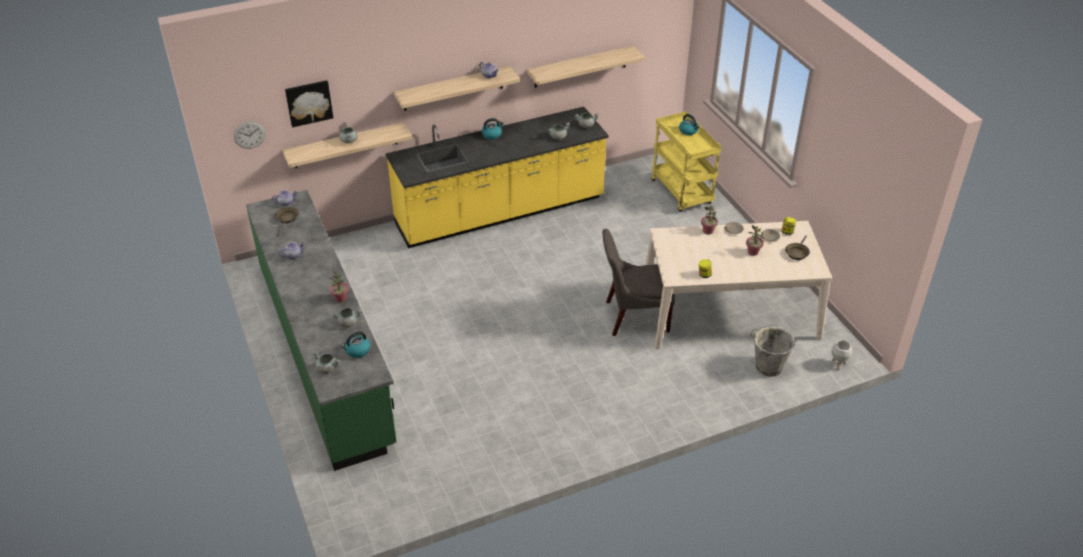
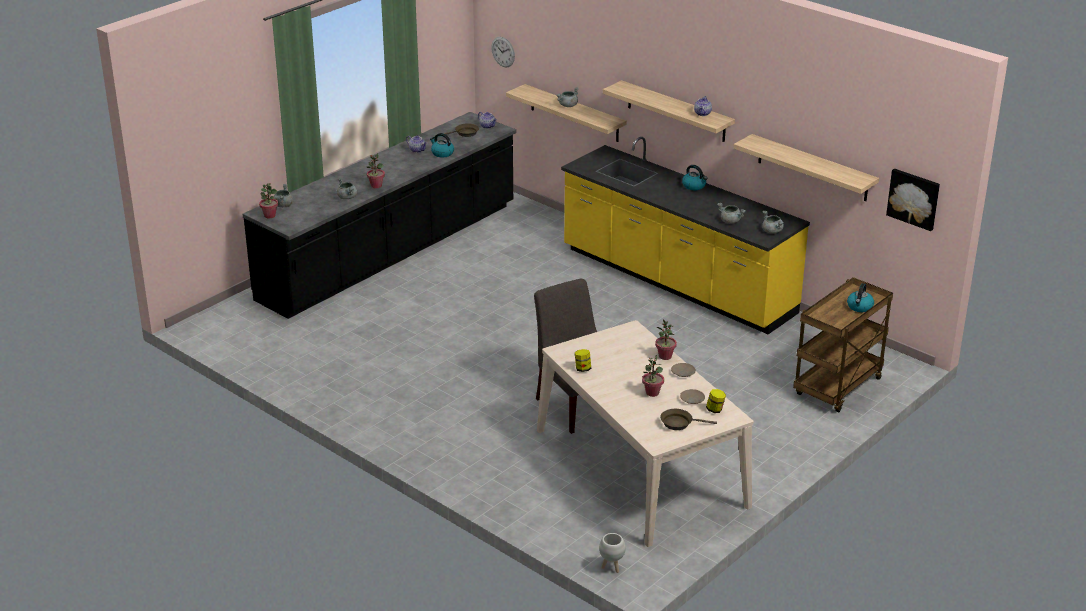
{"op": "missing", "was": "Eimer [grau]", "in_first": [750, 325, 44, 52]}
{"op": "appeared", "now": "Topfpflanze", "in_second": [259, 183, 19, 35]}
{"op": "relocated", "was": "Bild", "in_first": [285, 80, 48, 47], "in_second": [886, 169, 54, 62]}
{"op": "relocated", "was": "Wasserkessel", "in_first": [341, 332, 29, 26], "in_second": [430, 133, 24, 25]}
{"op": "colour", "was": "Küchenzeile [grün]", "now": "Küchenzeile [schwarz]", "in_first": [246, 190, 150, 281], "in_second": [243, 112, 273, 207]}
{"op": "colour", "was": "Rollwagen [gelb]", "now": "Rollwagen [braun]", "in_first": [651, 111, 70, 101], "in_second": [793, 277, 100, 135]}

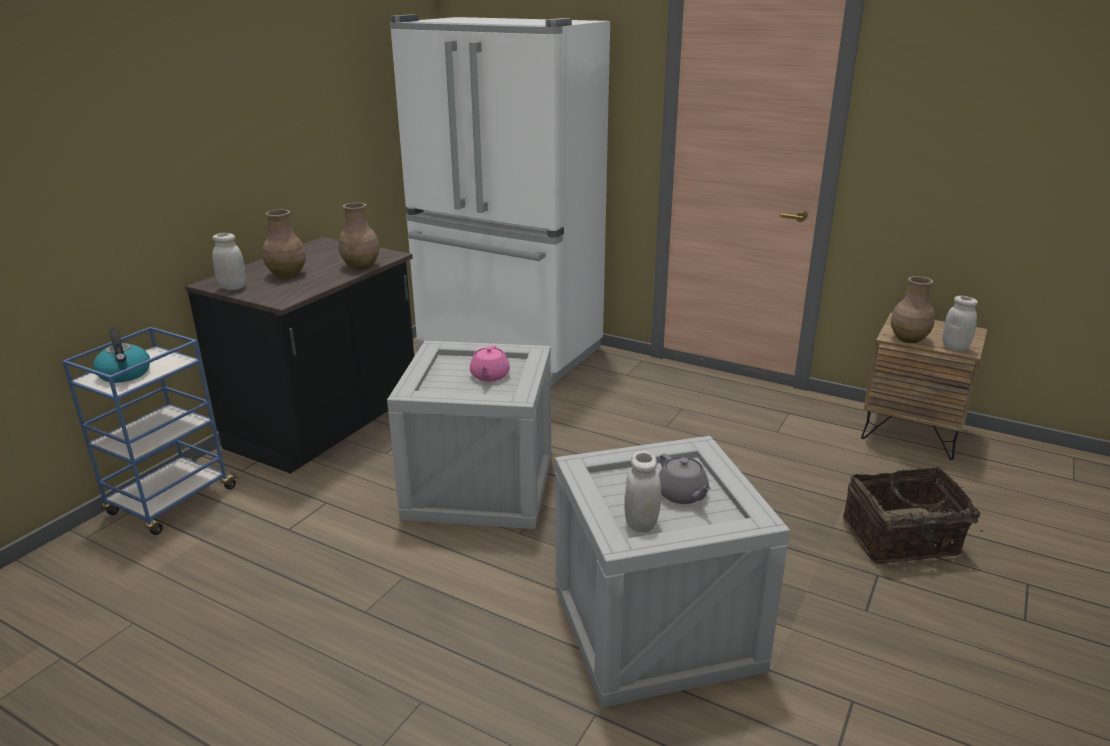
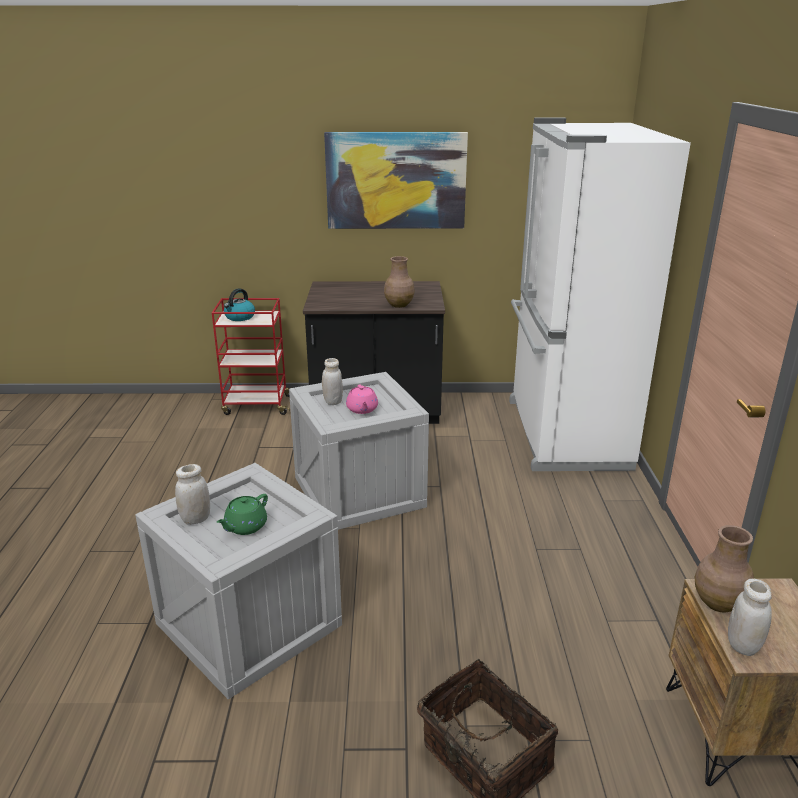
{"op": "missing", "was": "Vase [braun]", "in_first": [263, 209, 43, 69]}
{"op": "appeared", "now": "Bild", "in_second": [324, 132, 144, 97]}
{"op": "relocated", "was": "Vorratsglas [weiß]", "in_first": [212, 233, 34, 57], "in_second": [322, 358, 21, 47]}
{"op": "colour", "was": "Rollwagen [blau]", "now": "Rollwagen [rot]", "in_first": [62, 327, 178, 208], "in_second": [212, 298, 78, 117]}
{"op": "colour", "was": "Teekanne [grau]", "now": "Teekanne [grün]", "in_first": [659, 454, 52, 50], "in_second": [217, 494, 51, 41]}
{"op": "spun", "was": "Teekanne [rosa]", "in_first": [470, 345, 40, 37], "in_second": [346, 384, 32, 30], "clockwise": -75}

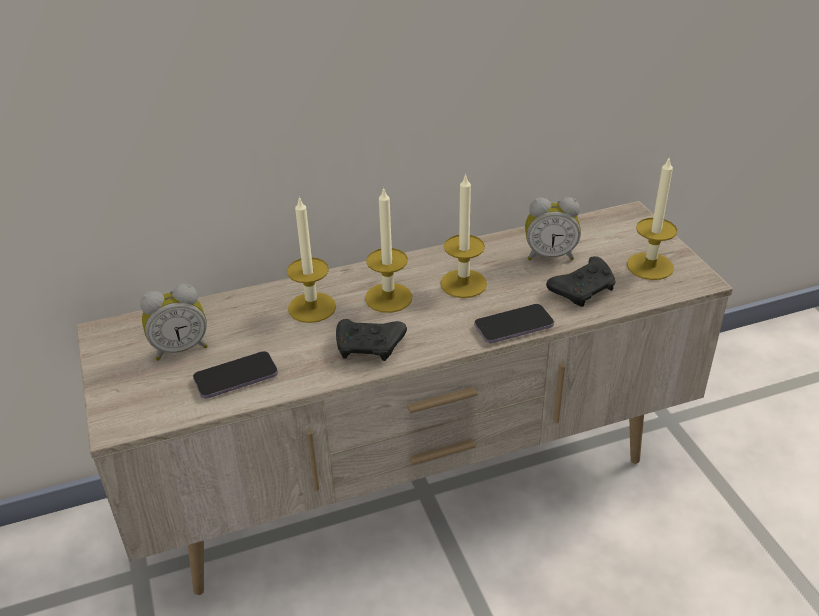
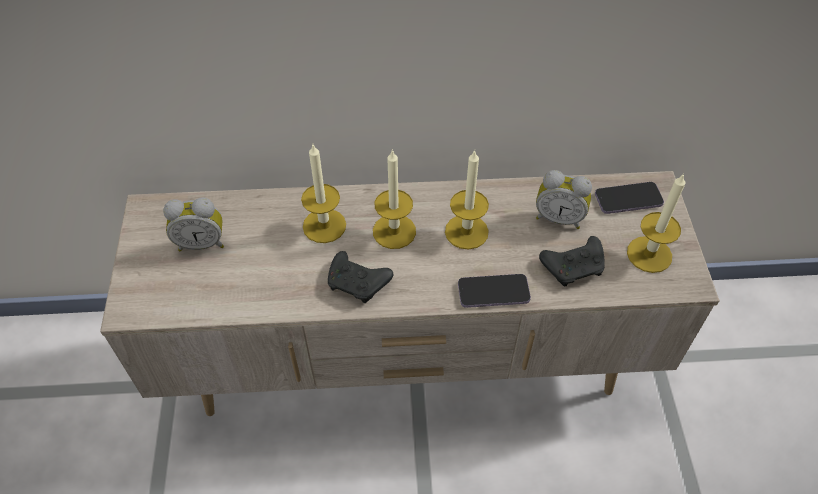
{"op": "relocated", "was": "Handy", "in_first": [193, 351, 85, 48], "in_second": [595, 182, 69, 32]}

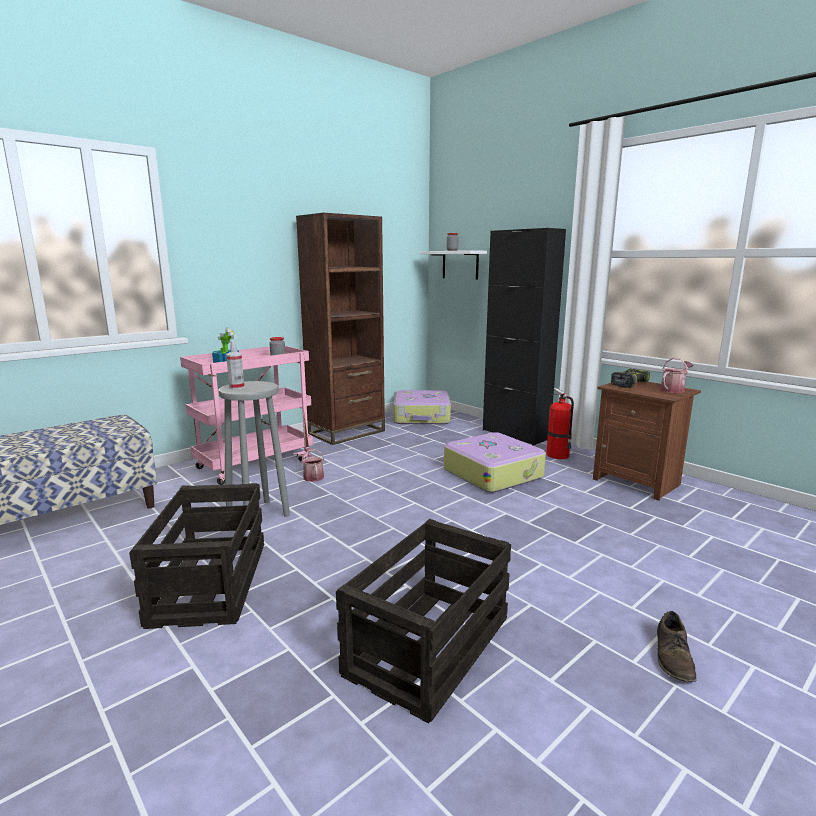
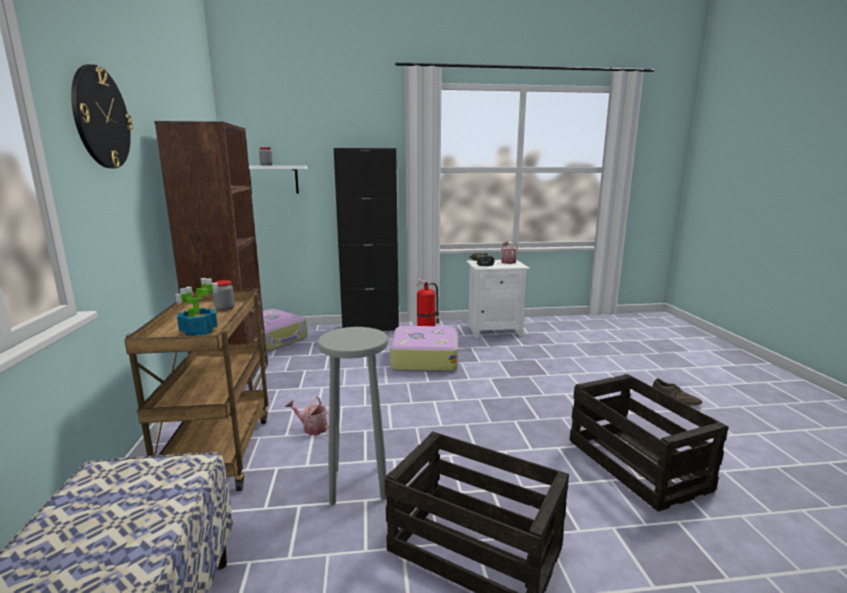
{"op": "missing", "was": "Sprühflasche", "in_first": [226, 341, 18, 49]}
{"op": "appeared", "now": "Wanduhr", "in_second": [71, 64, 62, 104]}
{"op": "colour", "was": "Rollwagen [rosa]", "now": "Rollwagen [braun]", "in_first": [180, 346, 133, 139], "in_second": [124, 291, 144, 200]}
{"op": "colour", "was": "Nachttisch [braun]", "now": "Nachttisch [weiß]", "in_first": [593, 381, 108, 120], "in_second": [466, 260, 64, 78]}

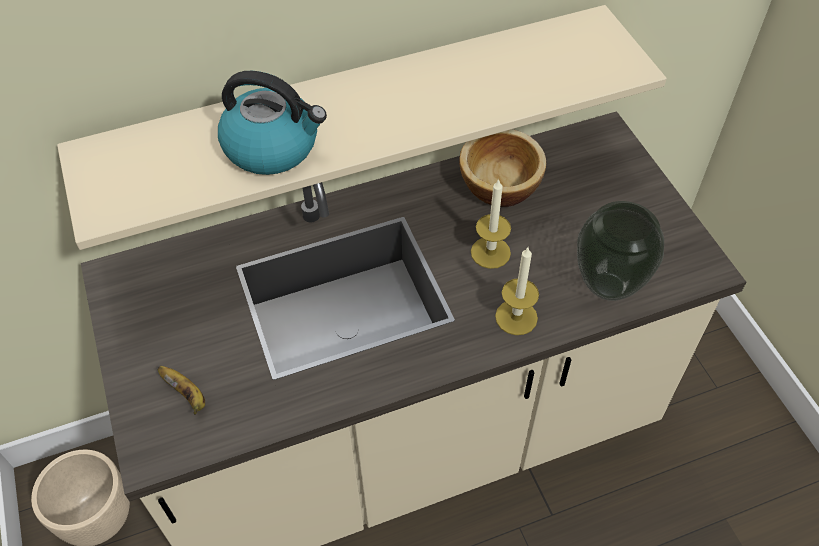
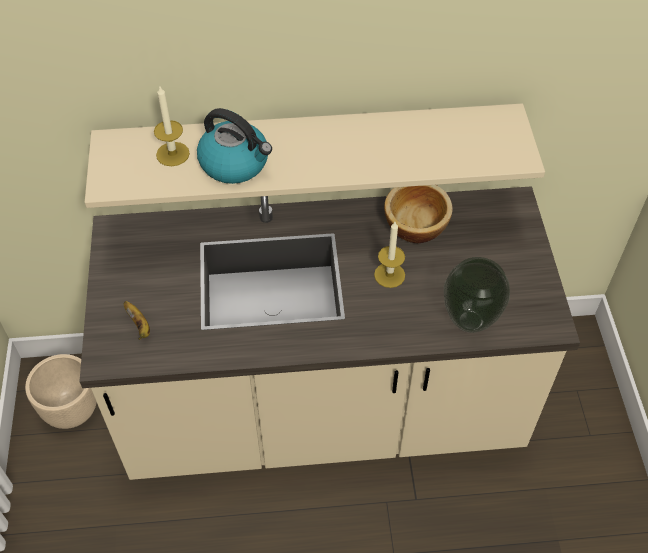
{"op": "relocated", "was": "Kerze", "in_first": [495, 247, 44, 88], "in_second": [154, 86, 36, 80]}

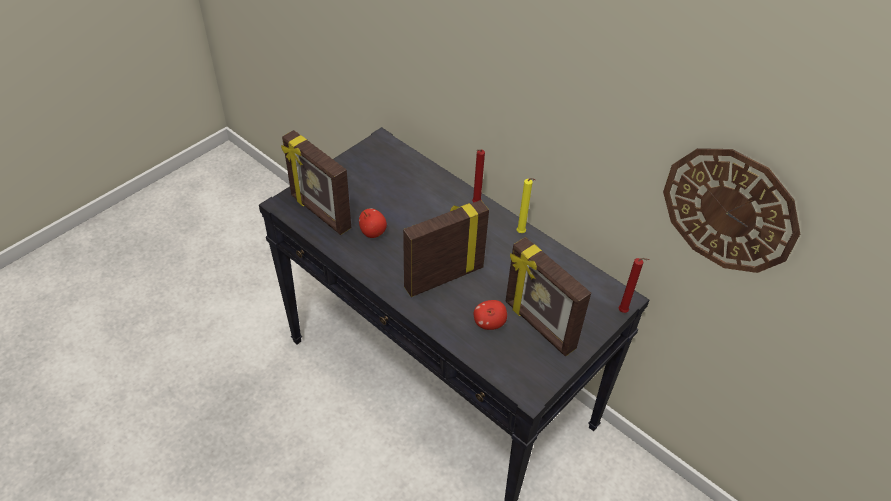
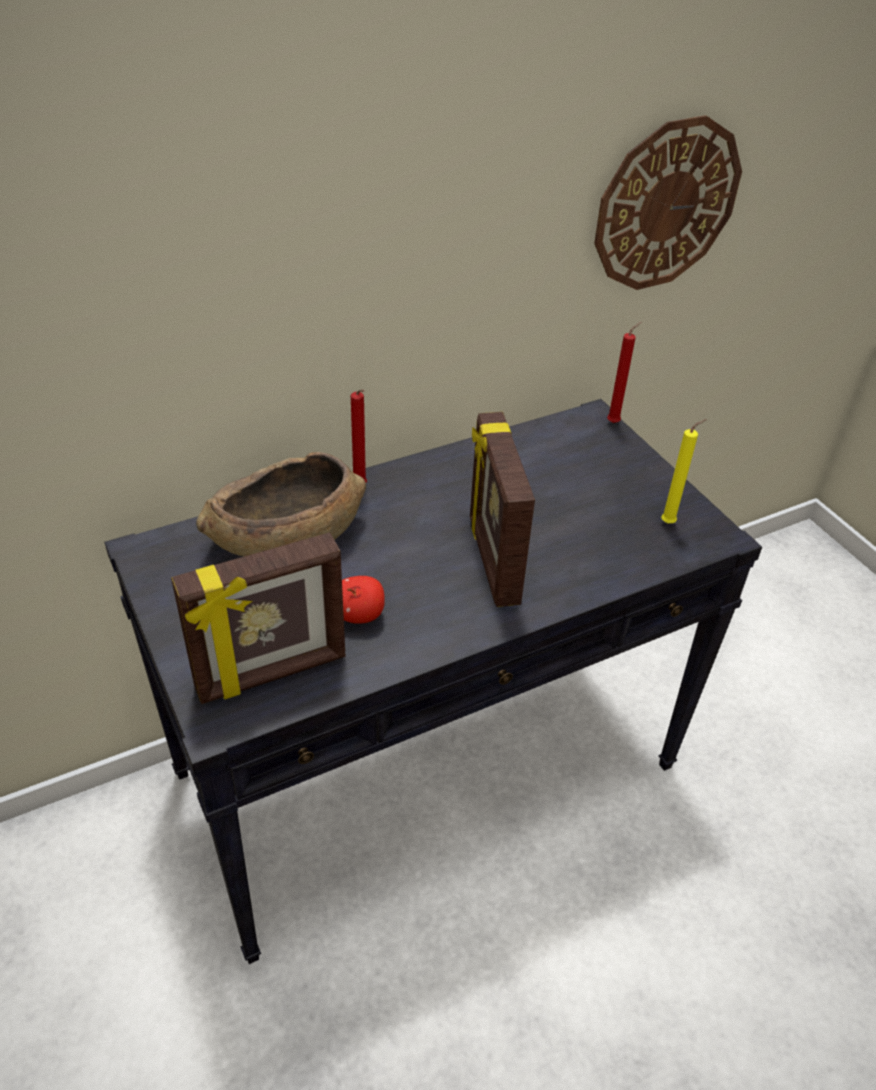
{"op": "missing", "was": "Apfel", "in_first": [474, 300, 33, 30]}
{"op": "missing", "was": "Bilderrahmen", "in_first": [506, 237, 85, 119]}
{"op": "appeared", "now": "Schüssel [braun]", "in_second": [196, 452, 170, 104]}
{"op": "relocated", "was": "Kerze [gelb]", "in_first": [517, 178, 19, 55], "in_second": [661, 419, 45, 104]}

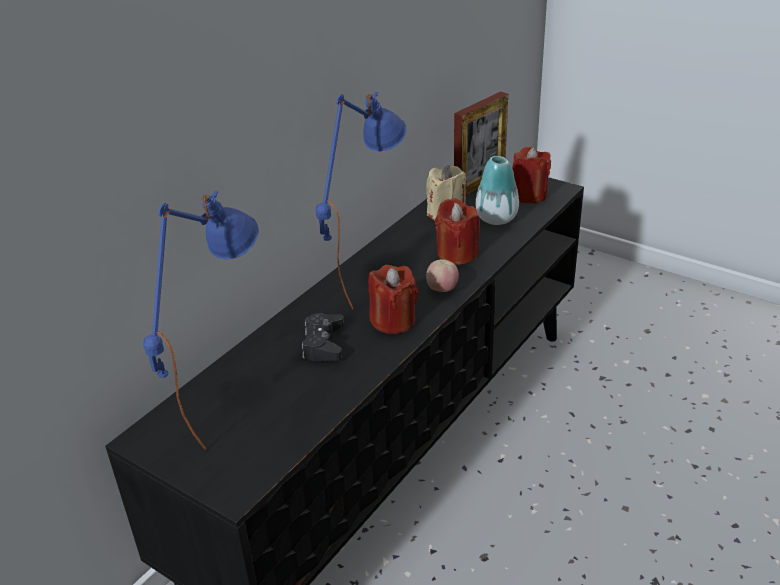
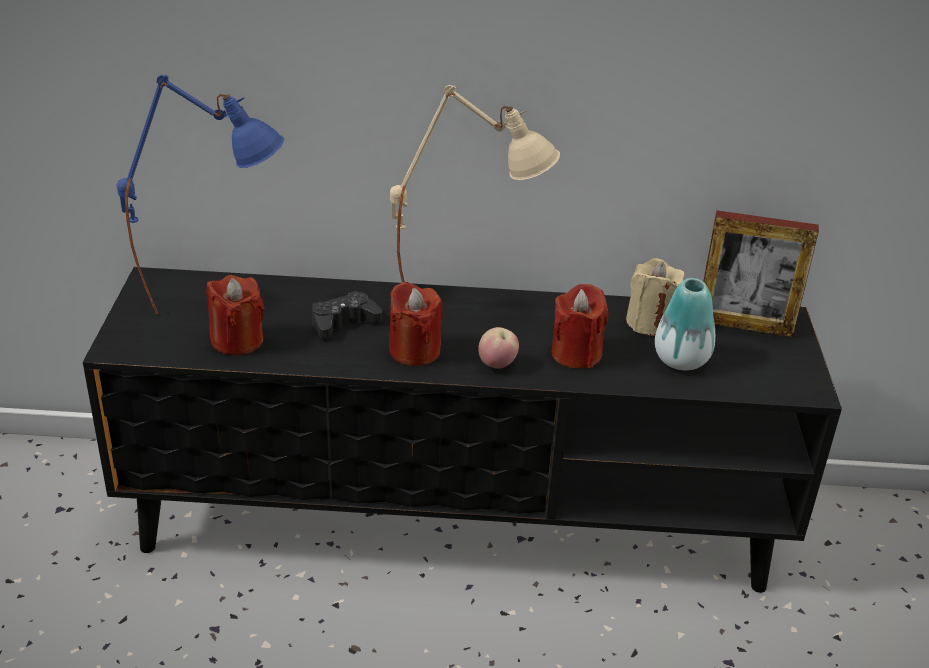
{"op": "relocated", "was": "Kerze [rot]", "in_first": [512, 147, 39, 56], "in_second": [207, 275, 58, 80]}
{"op": "colour", "was": "Tischlampe [blau]", "now": "Tischlampe [beige]", "in_first": [315, 92, 92, 218], "in_second": [390, 85, 170, 197]}

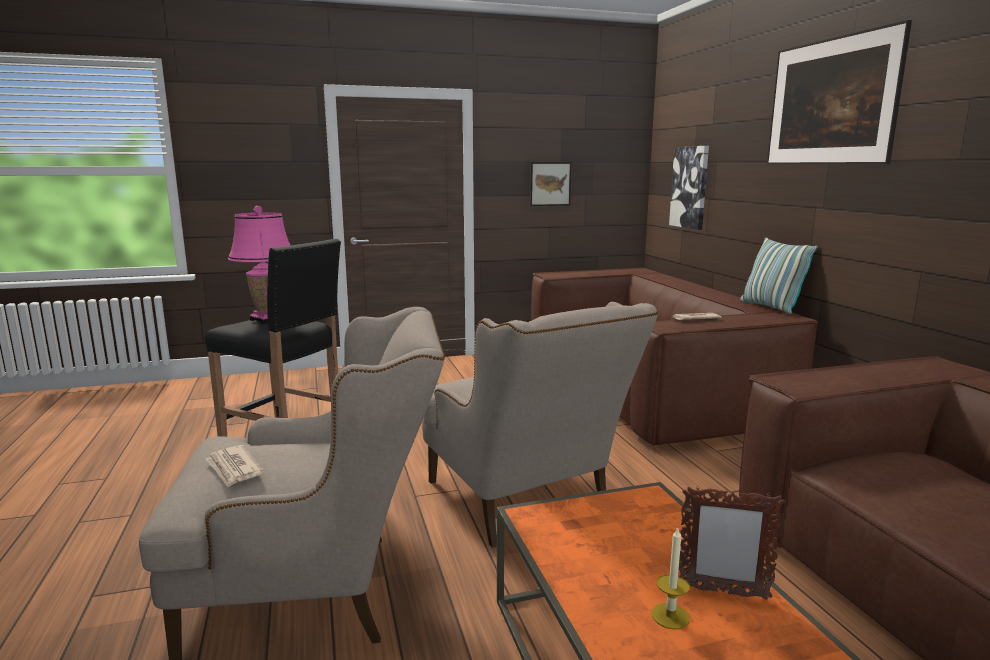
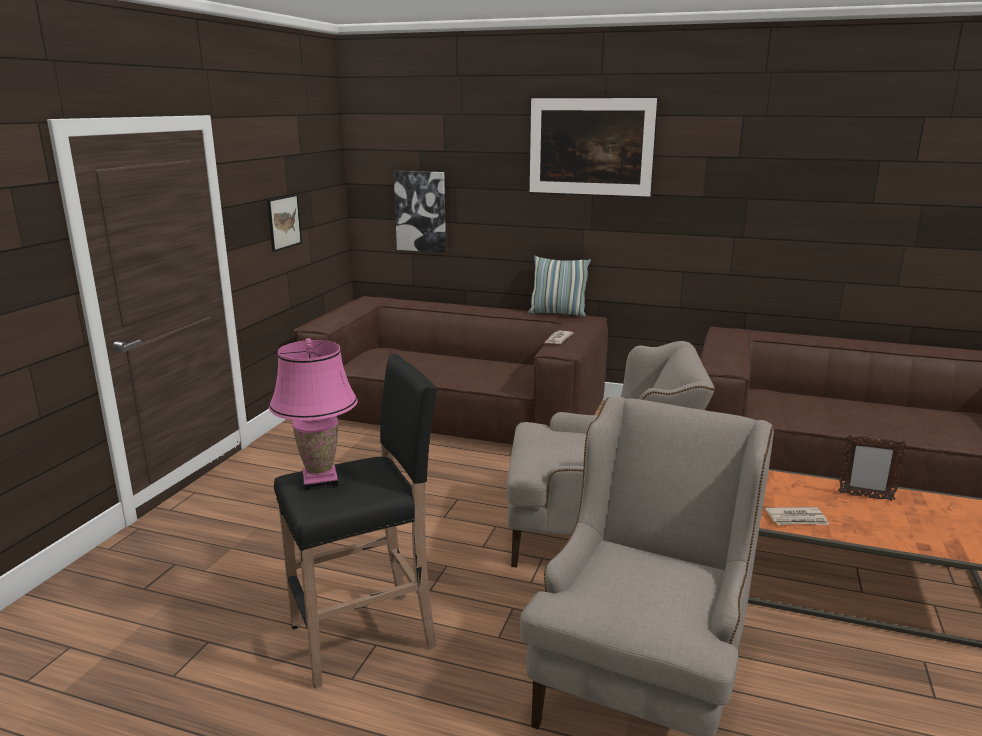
{"op": "missing", "was": "Kerze", "in_first": [652, 527, 38, 103]}
{"op": "relocated", "was": "Zeitung", "in_first": [206, 445, 58, 43], "in_second": [765, 507, 64, 18]}
{"op": "spun", "was": "Bilderrahmen", "in_first": [679, 486, 106, 114], "in_second": [838, 435, 69, 66], "clockwise": 60}

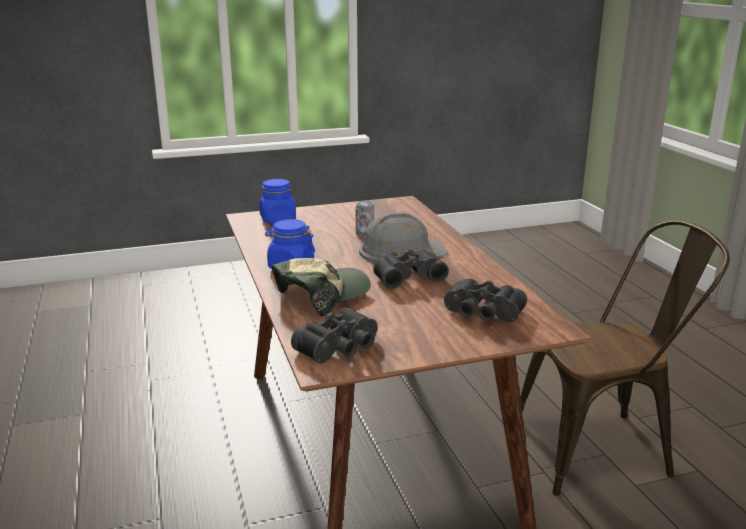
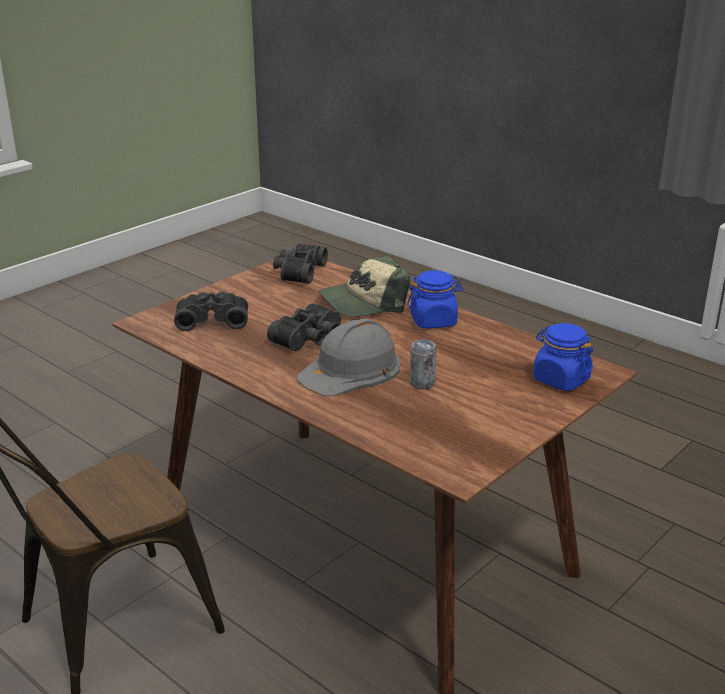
{"op": "spun", "was": "Kappe", "in_first": [272, 258, 99, 59], "in_second": [318, 256, 92, 61], "clockwise": 45}

